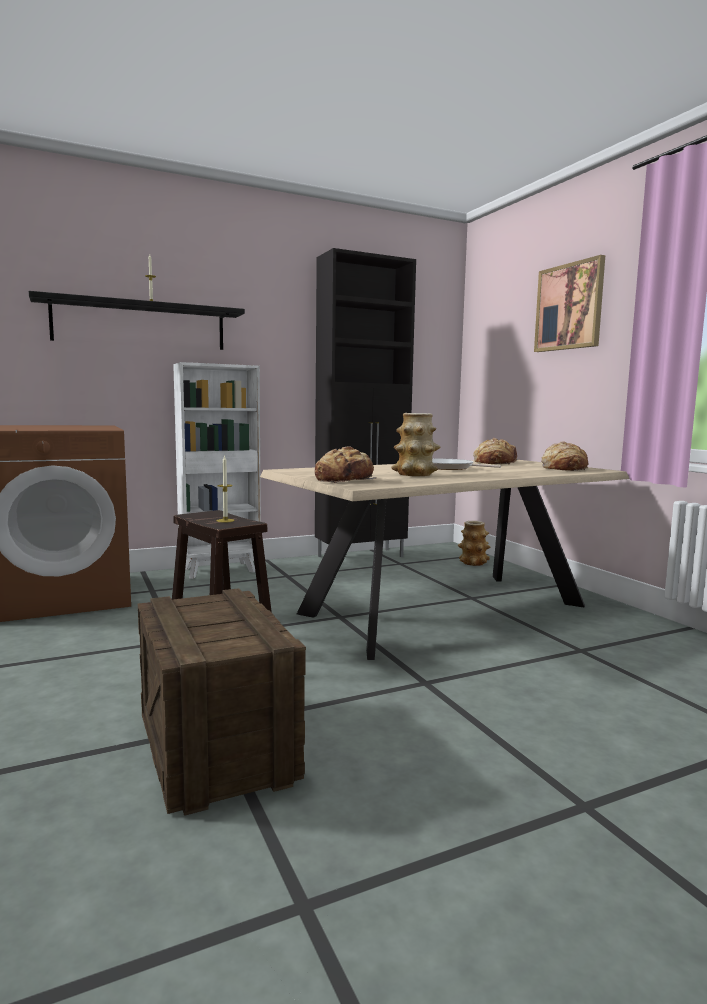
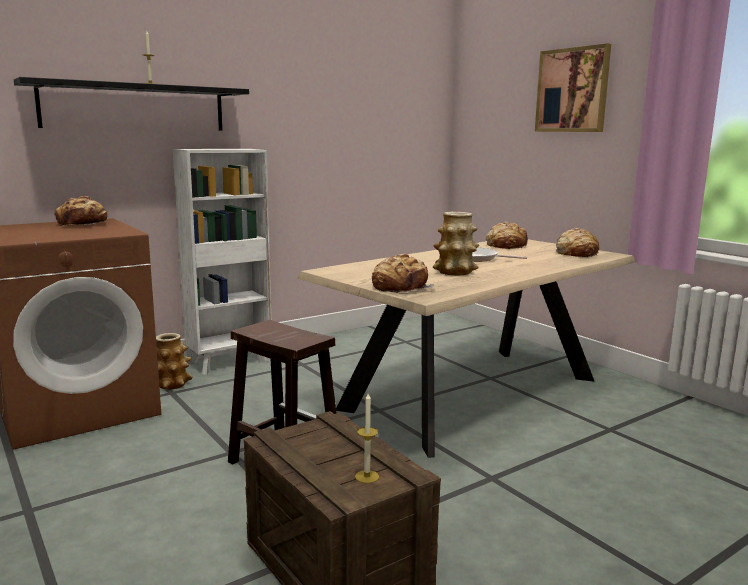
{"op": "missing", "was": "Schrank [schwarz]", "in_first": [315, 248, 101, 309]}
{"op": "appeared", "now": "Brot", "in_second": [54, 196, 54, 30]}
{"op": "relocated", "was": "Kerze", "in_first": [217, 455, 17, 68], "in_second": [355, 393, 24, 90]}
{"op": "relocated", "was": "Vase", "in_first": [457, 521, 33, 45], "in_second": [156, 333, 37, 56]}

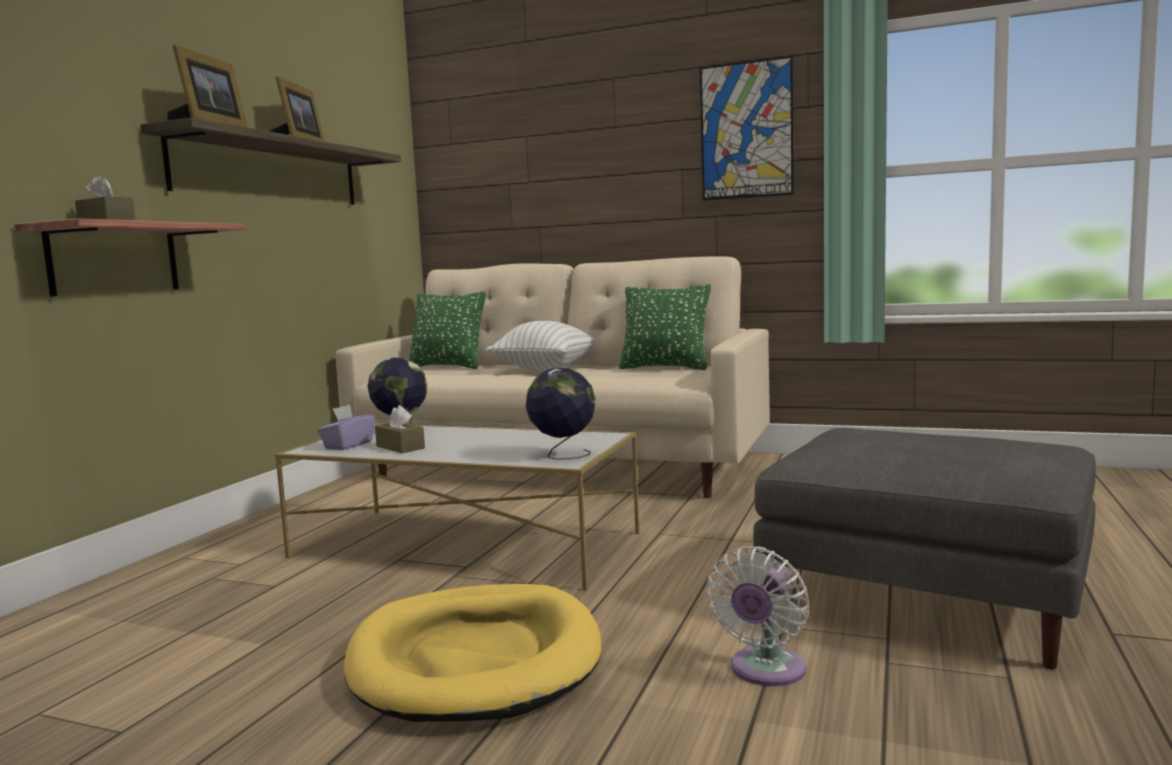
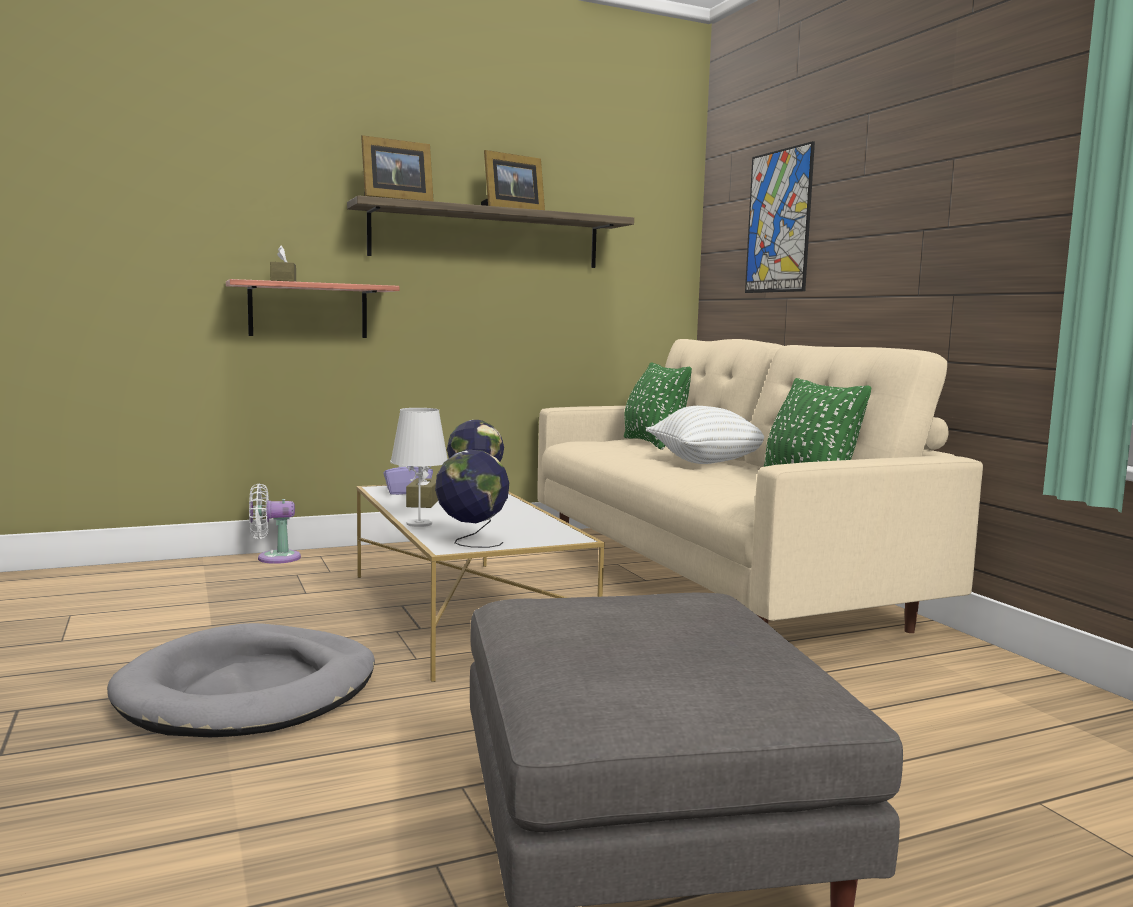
{"op": "appeared", "now": "Tischlampe [weiß]", "in_second": [390, 408, 58, 119]}
{"op": "relocated", "was": "Bild", "in_first": [700, 56, 94, 145], "in_second": [745, 141, 70, 152]}
{"op": "relocated", "was": "Ventilator [weiß]", "in_first": [706, 546, 103, 140], "in_second": [249, 483, 52, 81]}
{"op": "colour", "was": "Hundebett [gelb]", "now": "Hundebett [grau]", "in_first": [344, 584, 258, 138], "in_second": [107, 623, 268, 114]}

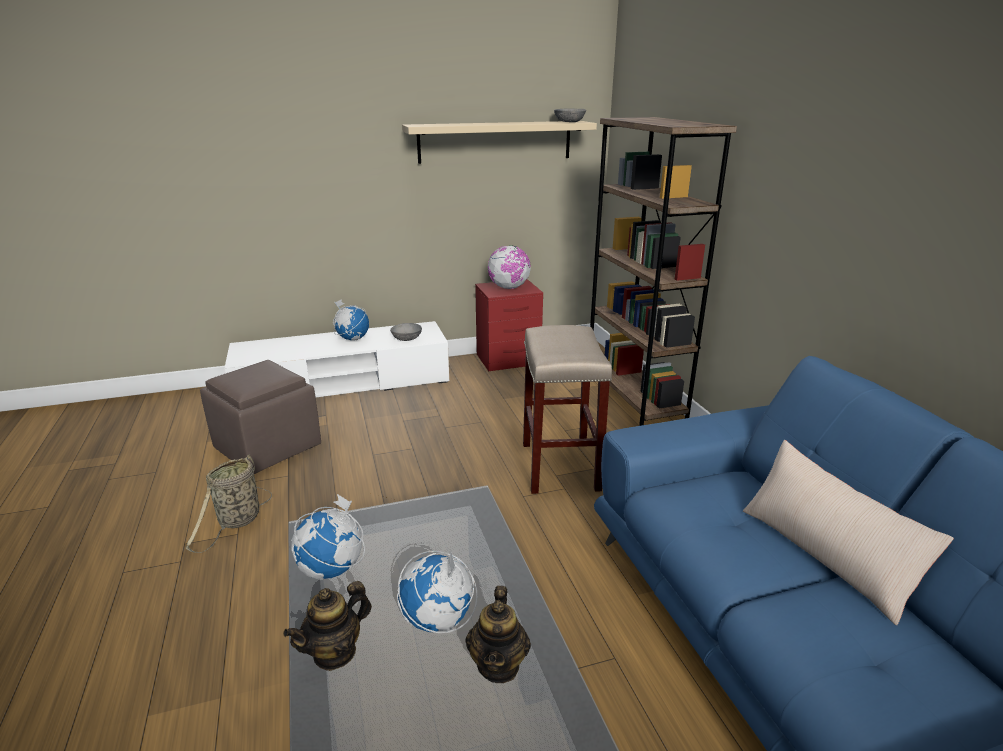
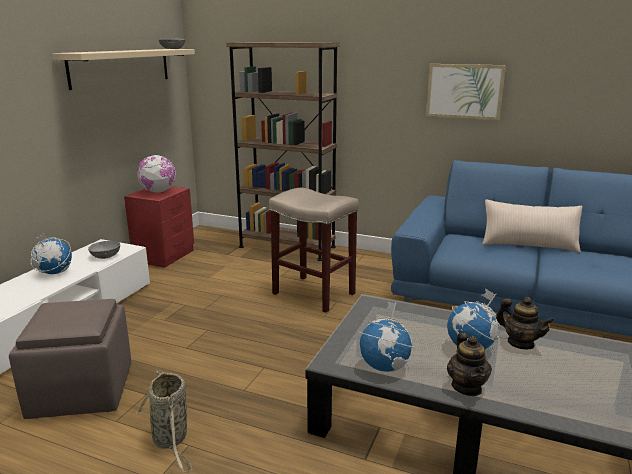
{"op": "appeared", "now": "Bild", "in_second": [426, 64, 80, 56]}

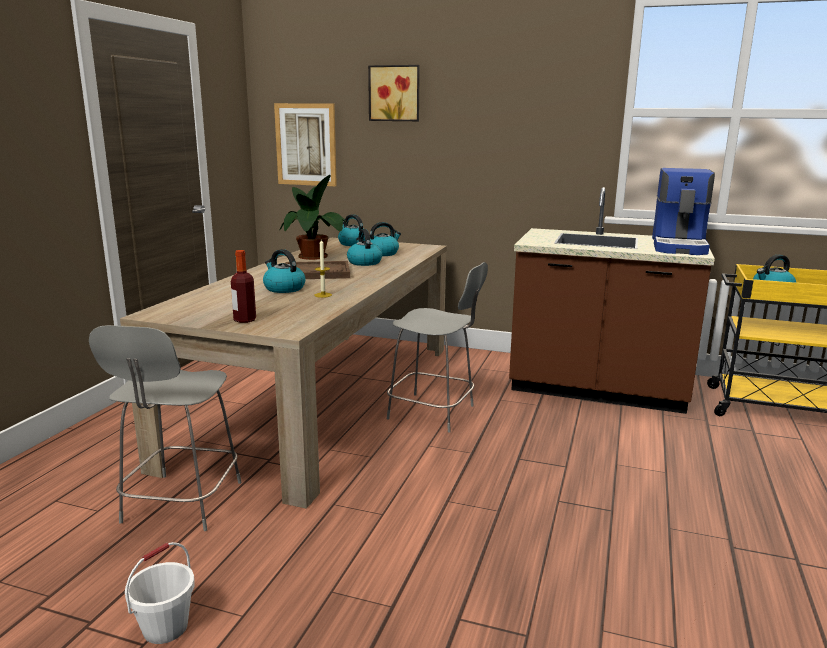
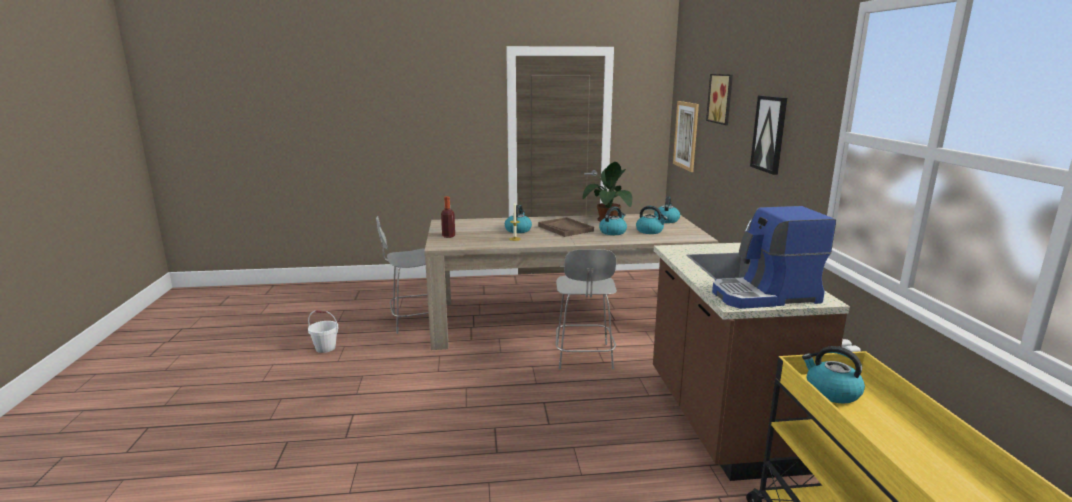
{"op": "appeared", "now": "Bild", "in_second": [750, 95, 37, 80]}

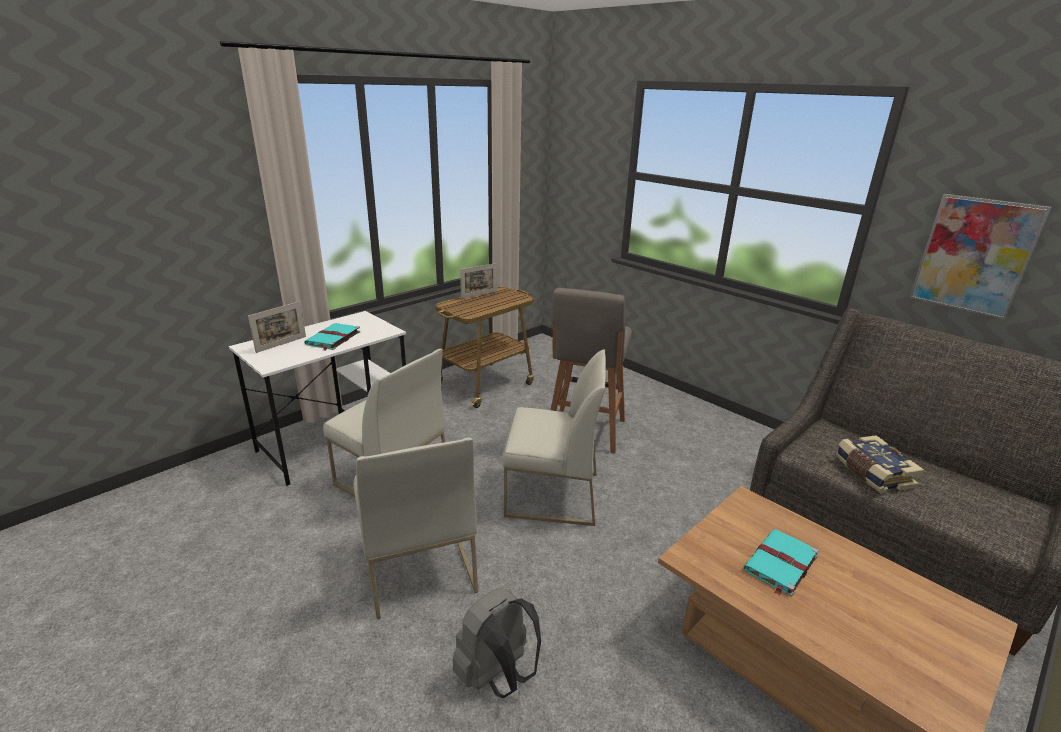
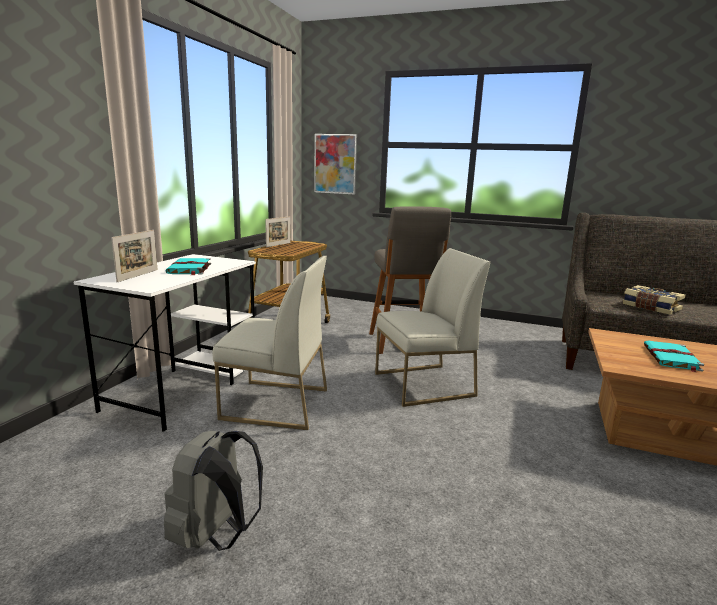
{"op": "missing", "was": "Stuhl [weiß]", "in_first": [354, 438, 124, 181]}
{"op": "relocated", "was": "Rucksack [grau]", "in_first": [453, 588, 88, 110], "in_second": [164, 431, 99, 120]}
{"op": "relocated", "was": "Bild", "in_first": [909, 194, 143, 126], "in_second": [314, 134, 43, 61]}

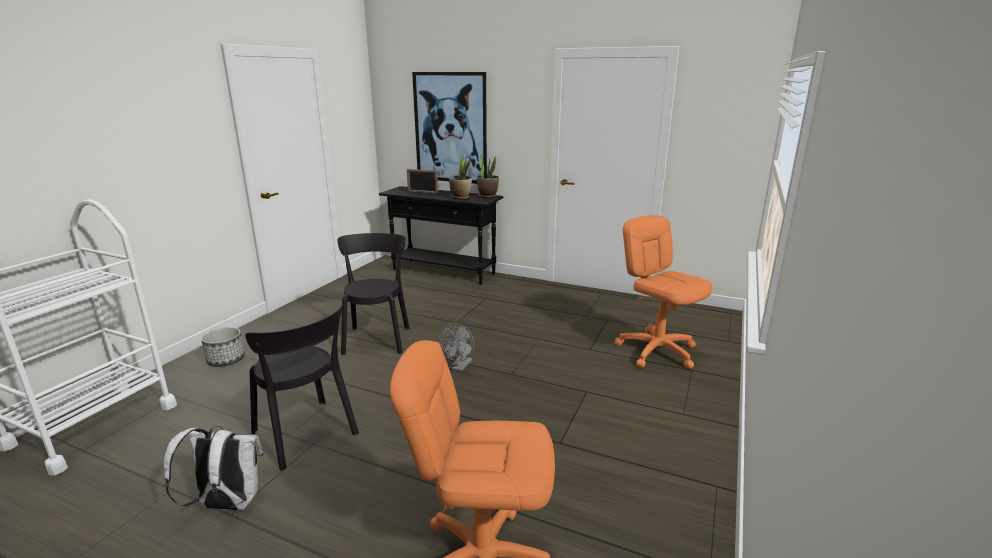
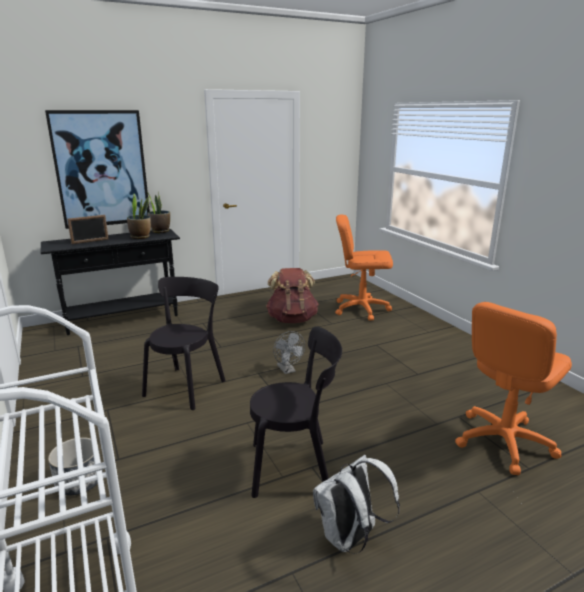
{"op": "appeared", "now": "Rucksack [braun]", "in_second": [266, 268, 53, 55]}
{"op": "spun", "was": "Stuhl [schwarz]", "in_first": [337, 233, 72, 122], "in_second": [142, 277, 84, 133], "clockwise": 75}

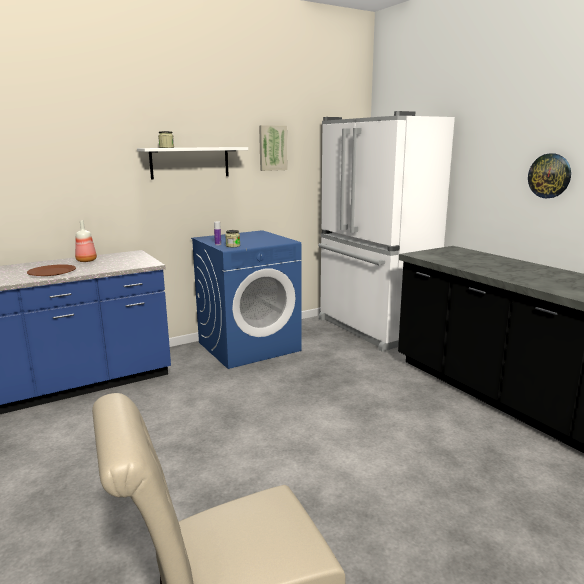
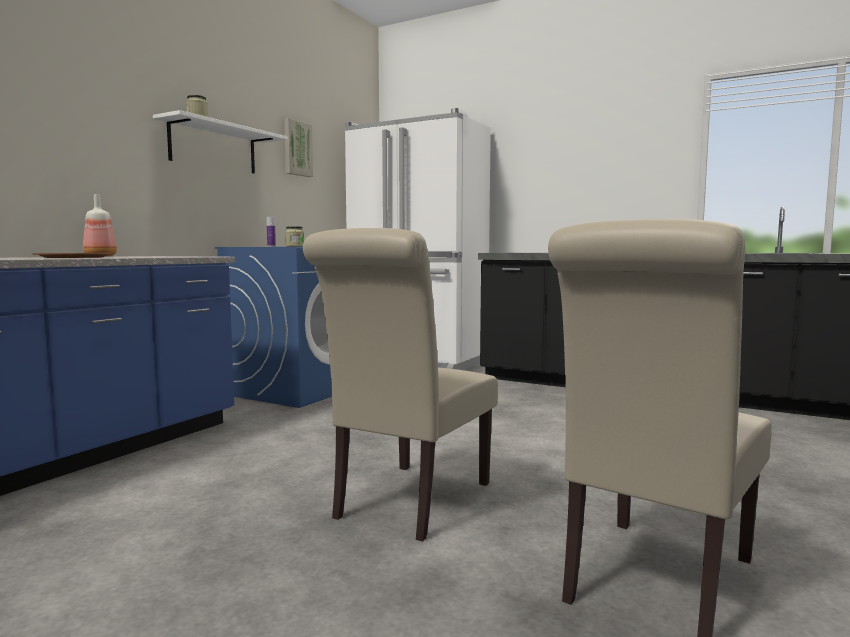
{"op": "missing", "was": "Wanduhr", "in_first": [528, 154, 43, 44]}
{"op": "appeared", "now": "Stuhl [beige]", "in_second": [303, 228, 195, 313]}

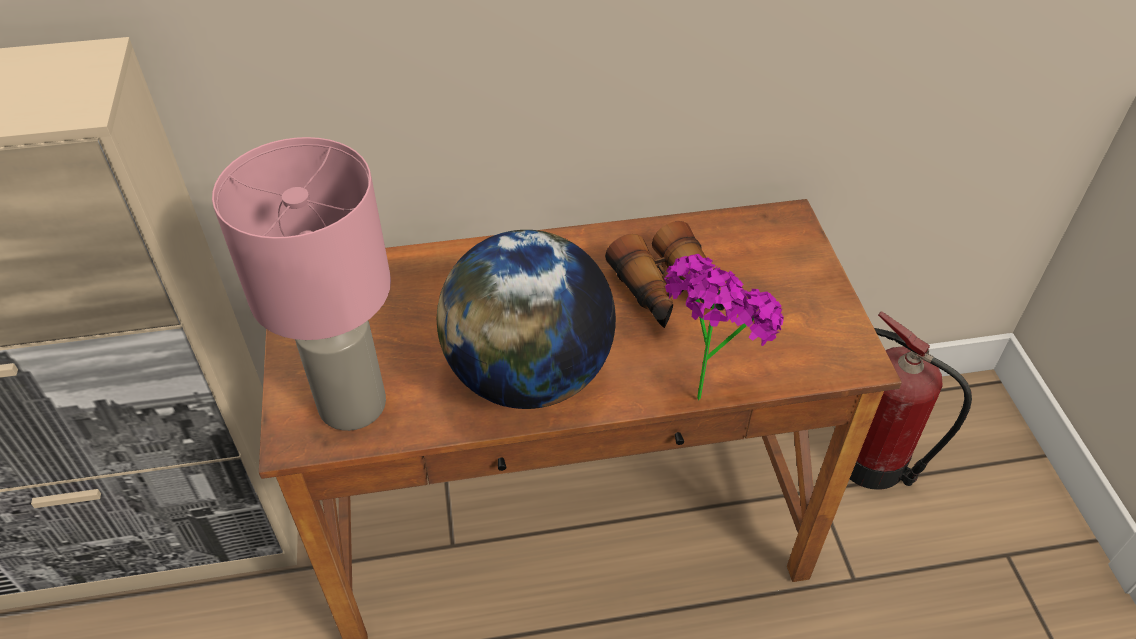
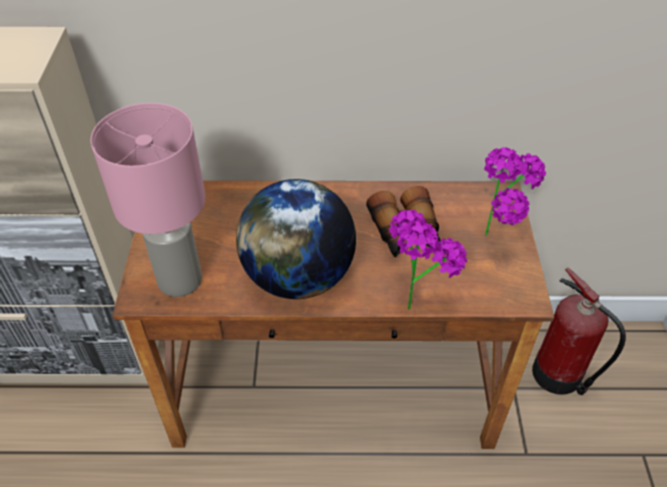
{"op": "appeared", "now": "Topfpflanze", "in_second": [484, 147, 62, 89]}

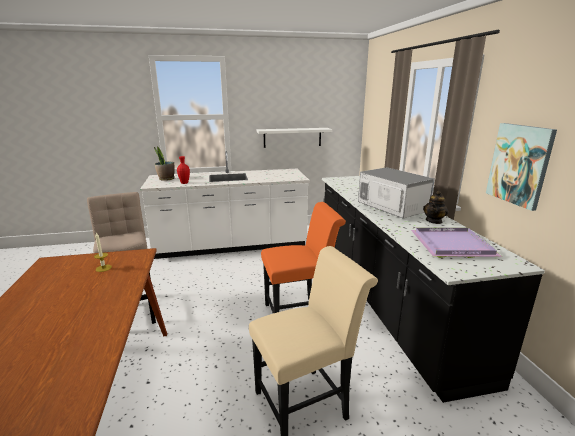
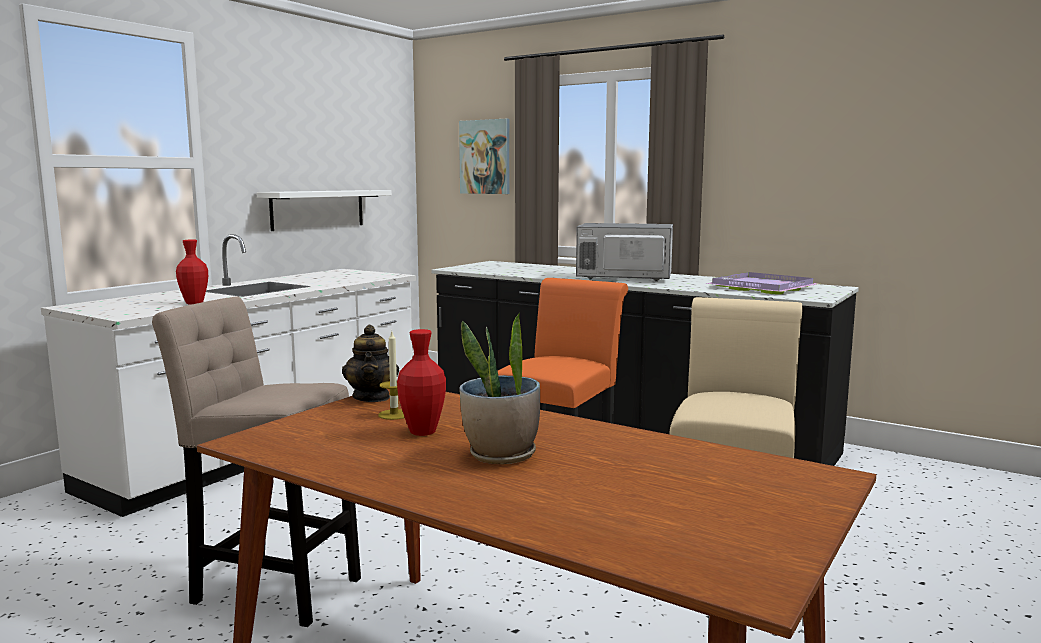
{"op": "appeared", "now": "Vase [rot]", "in_second": [397, 329, 49, 107]}
{"op": "relocated", "was": "Topfpflanze", "in_first": [154, 146, 21, 35], "in_second": [459, 313, 81, 151]}
{"op": "relocated", "was": "Teekanne", "in_first": [423, 191, 25, 33], "in_second": [342, 325, 57, 77]}
{"op": "relocated", "was": "Bild", "in_first": [486, 123, 71, 88], "in_second": [459, 119, 51, 75]}

